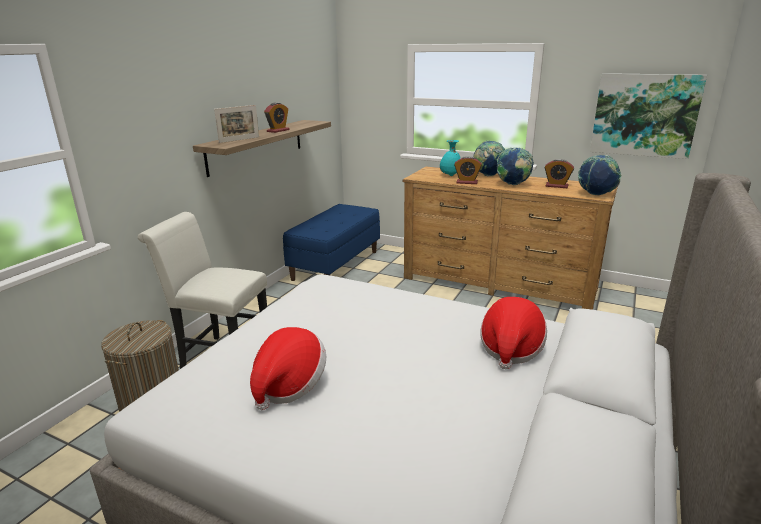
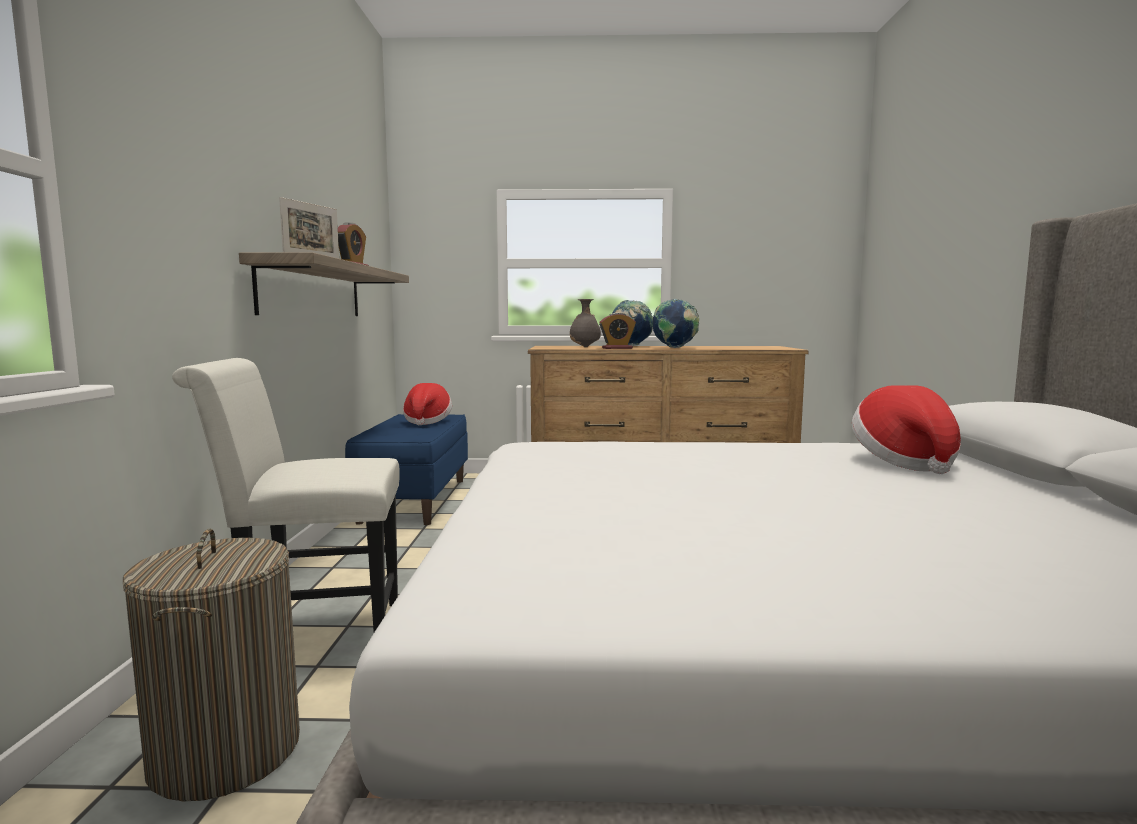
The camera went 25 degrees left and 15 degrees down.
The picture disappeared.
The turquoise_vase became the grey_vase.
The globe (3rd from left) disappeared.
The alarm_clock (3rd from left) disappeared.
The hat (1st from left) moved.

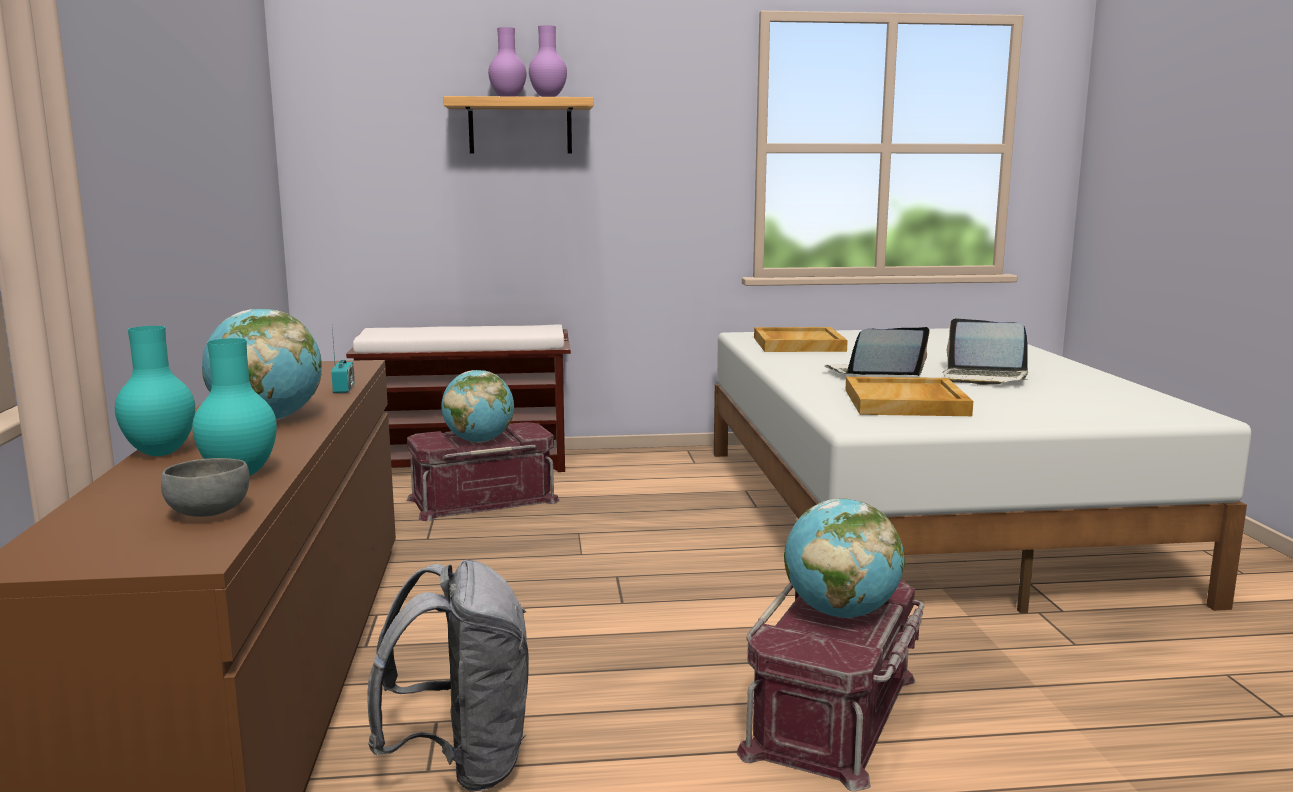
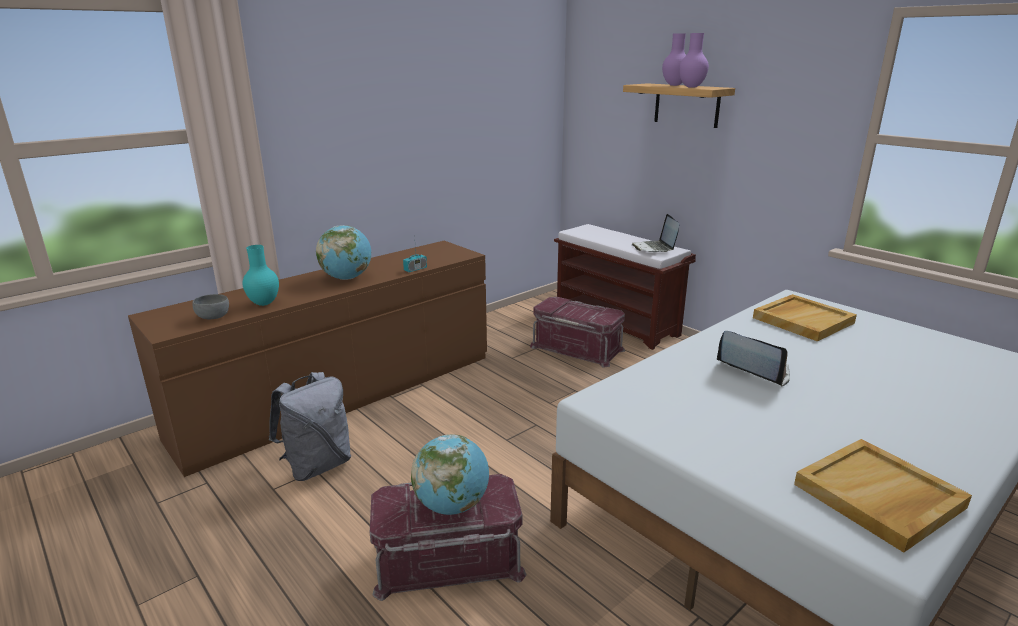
The camera went 55 degrees right and 10 degrees up.
The laptop (2nd from left in the first image) moved.
The turquoise_vase (1st from left) disappeared.
The globe (2nd from left) disappeared.
The beige_tray (2nd from left) moved.

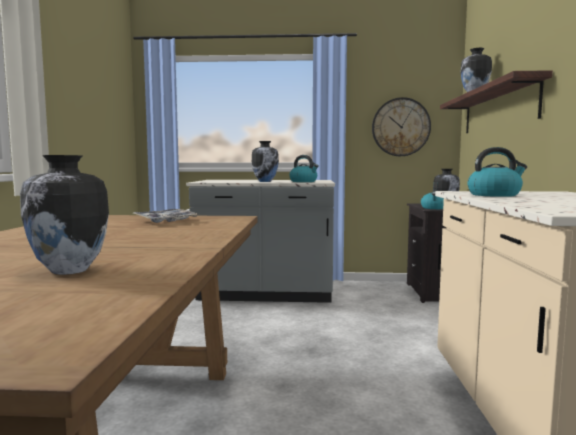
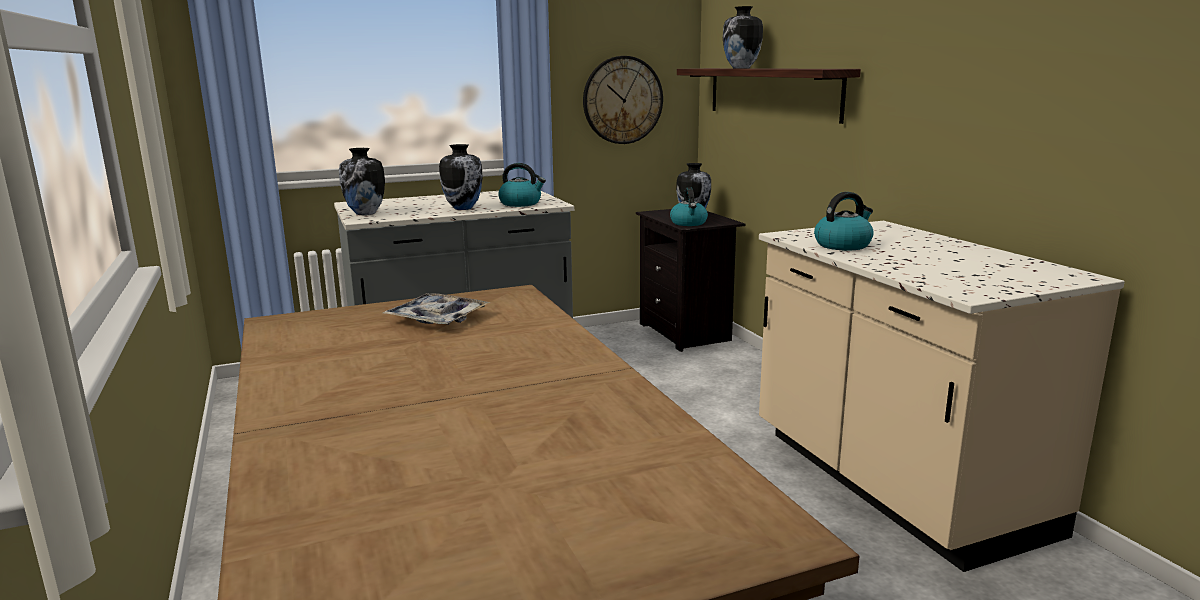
The camera went 25 degrees left and 10 degrees up.
The vase (1st from left) moved.

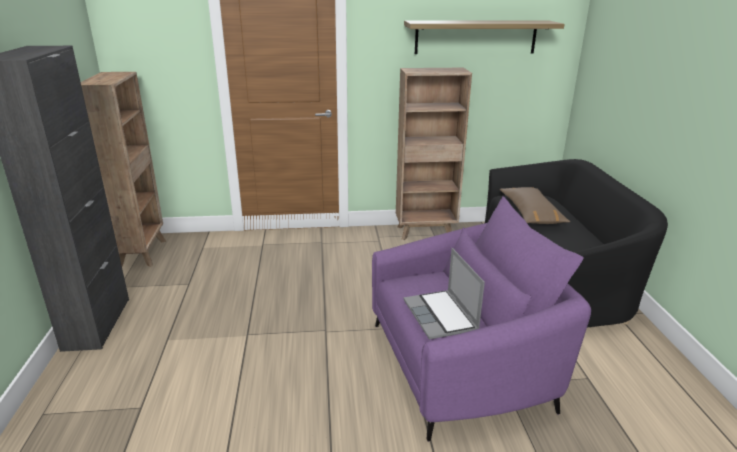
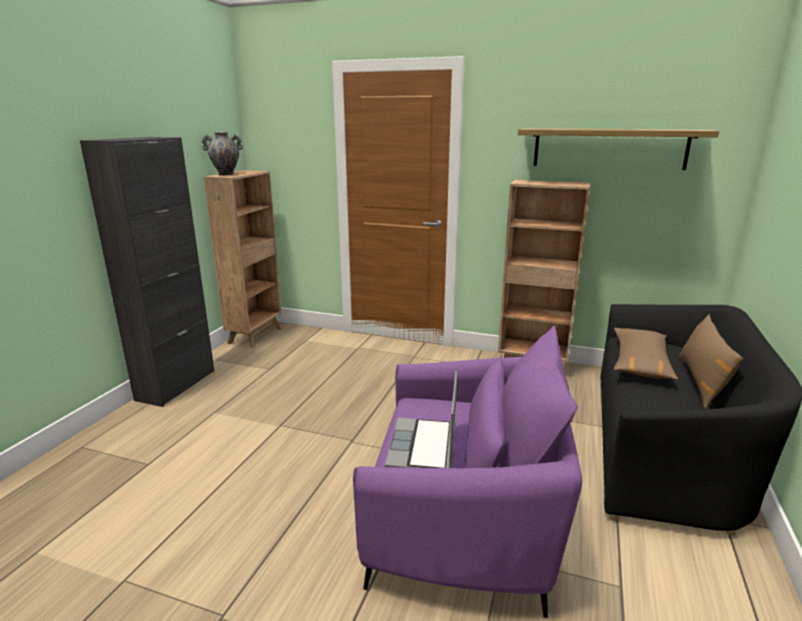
The camera went 25 degrees right and 5 degrees down.
The vase appeared.
The brown_pillow (2nd from left) appeared.

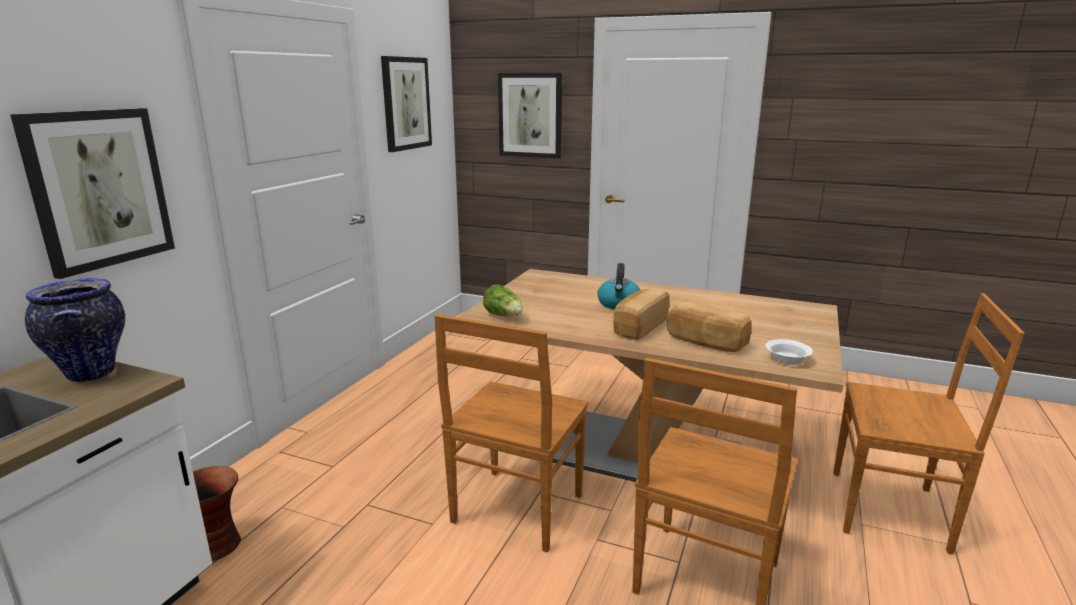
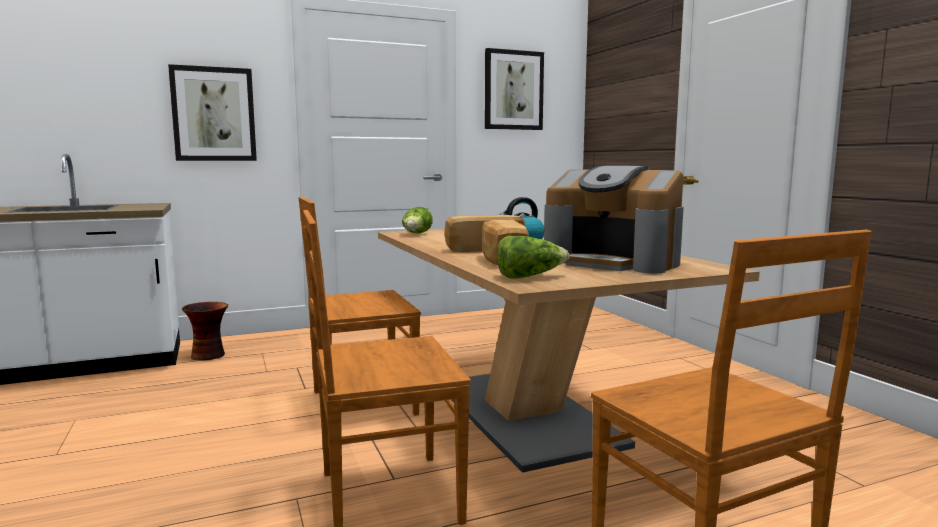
The camera went 45 degrees right and 10 degrees down.
The picture (3rd from left) disappeared.
The vase (1st from left) disappeared.
The white_bowl was replaced by the lettuce (2nd from left).
The coffee_machine appeared.

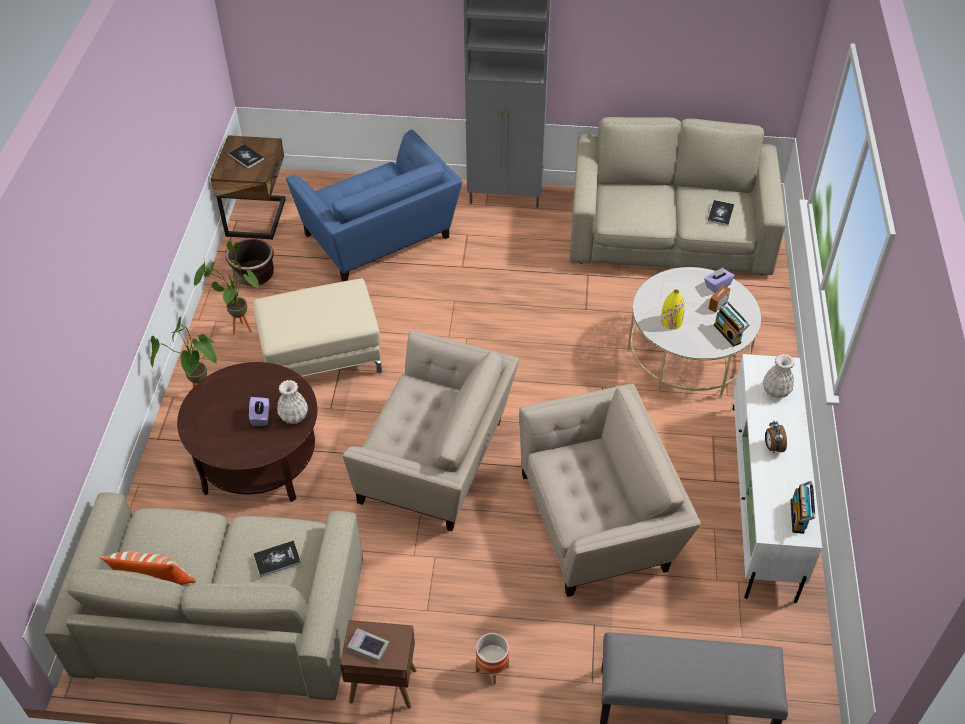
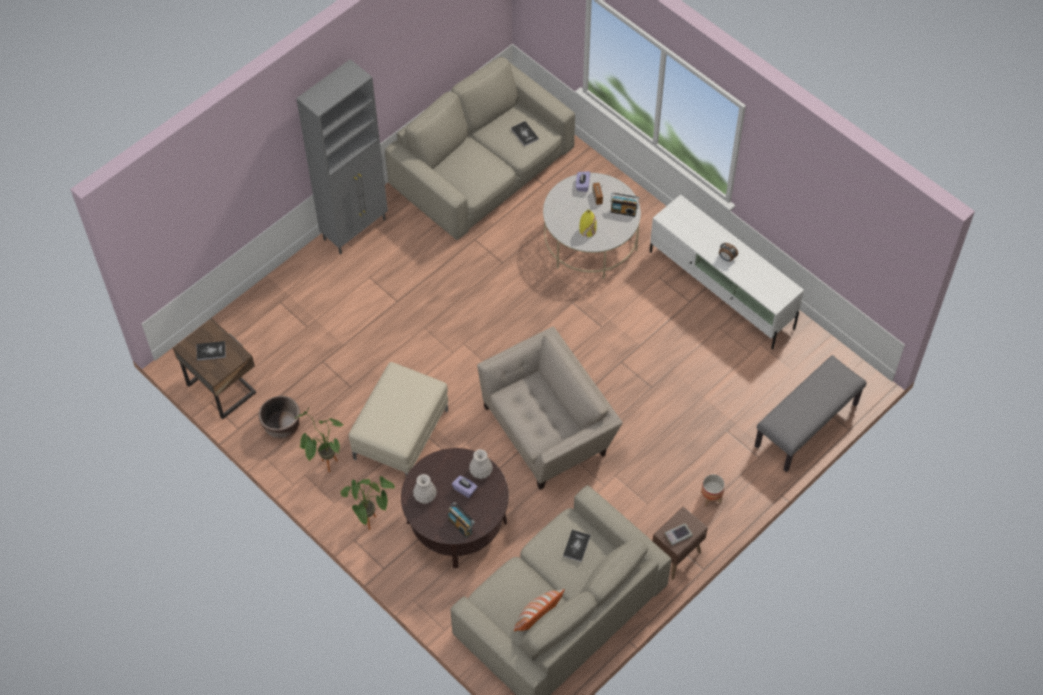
The camera went 50 degrees left and 10 degrees up.
The blue_armchair disappeared.
The white_vase (2nd from left in the first image) moved.
The beige_armchair (2nd from left) disappeared.
The radio (3rd from left in the first image) moved.

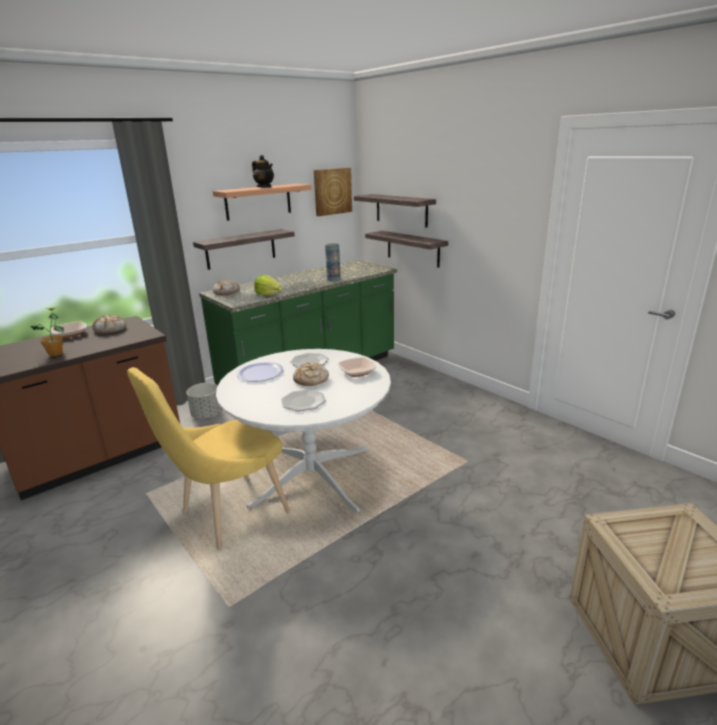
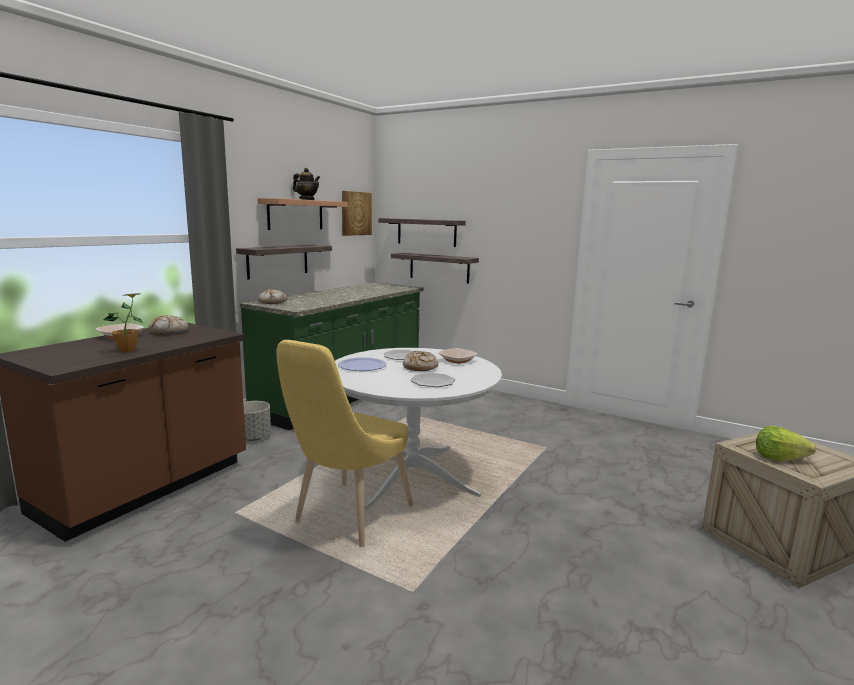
The camera went 20 degrees left and 10 degrees down.
The vase disappeared.
The lettuce moved.

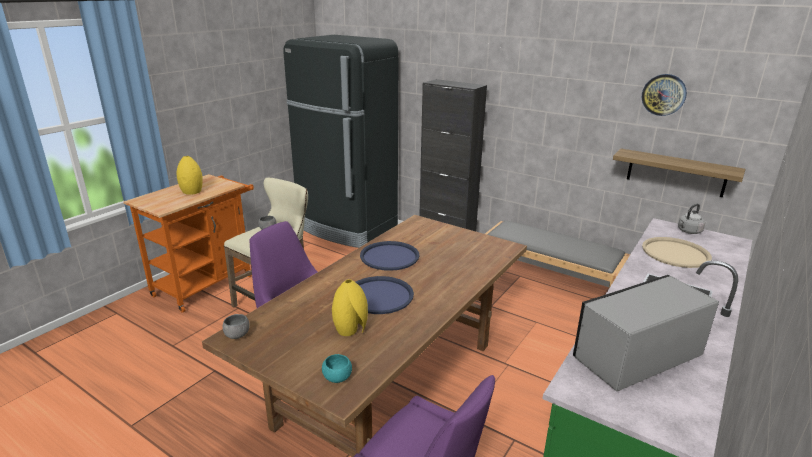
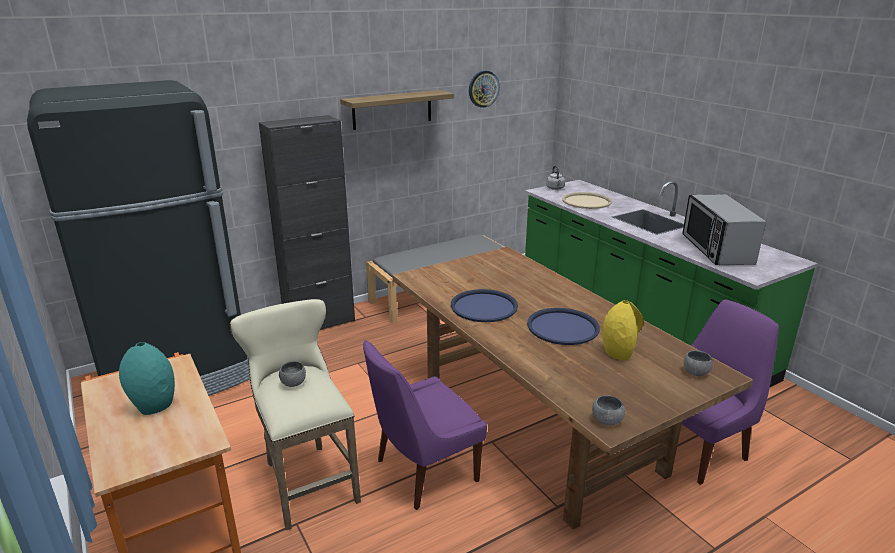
The camera went 65 degrees left and 0 degrees up.
The shelf moved.
The yellow_vase (1st from left) became the turquoise_vase.
The turquoise_bowl became the grey_bowl (3rd from left).

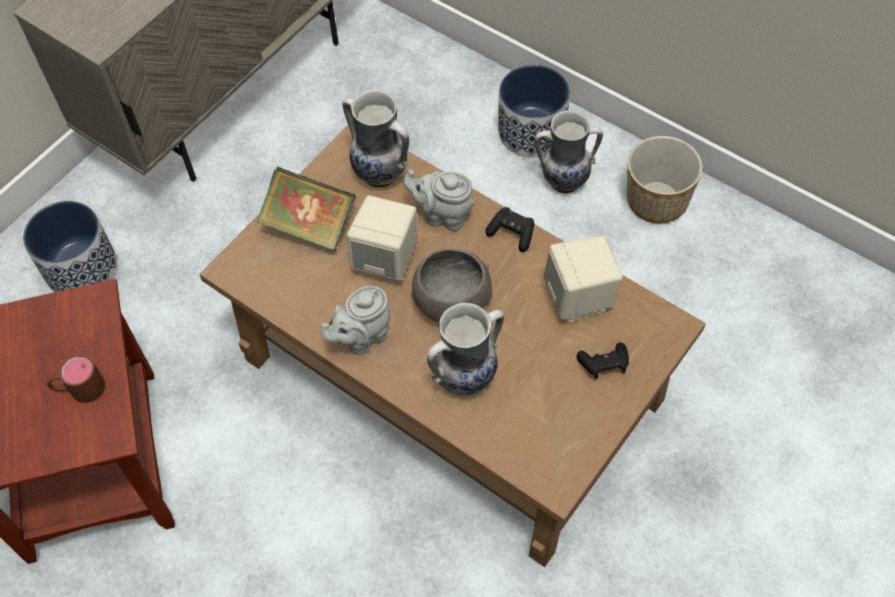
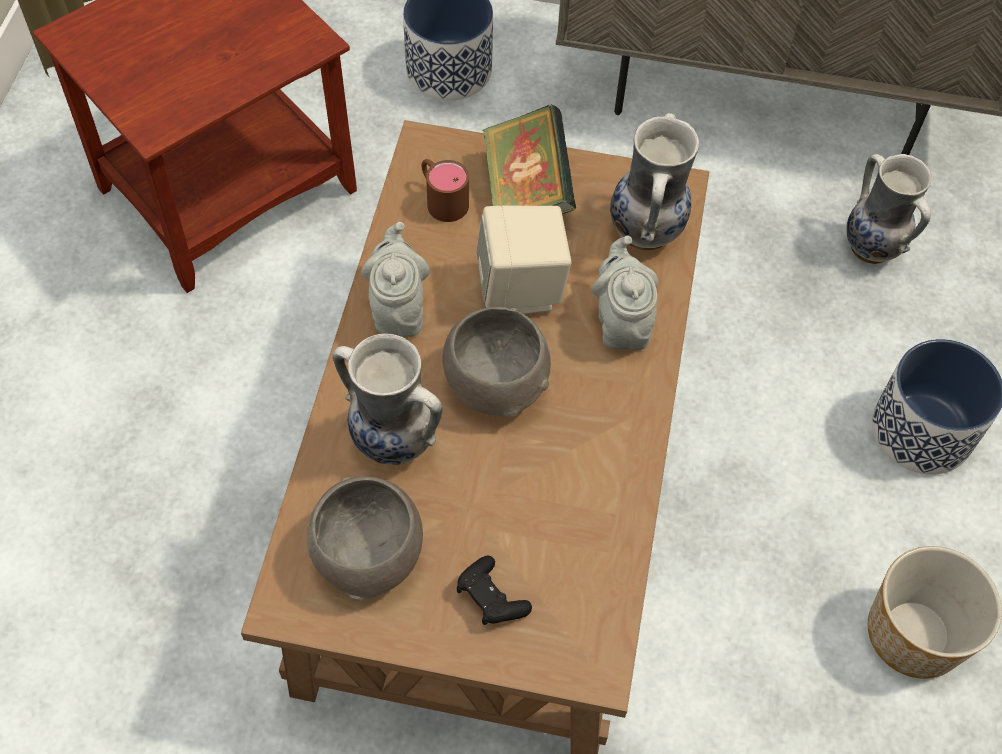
The camera went 60 degrees right and 0 degrees up.
The vase (3rd from left) moved.
The black_game_controller (1st from left) disappeared.
The beige_speaker (2nd from left) disappeared.
The grey_teapot (1st from left) turned 60 degrees clockwise.
The brown_mug moved.
The grey_bowl (1st from left) appeared.

